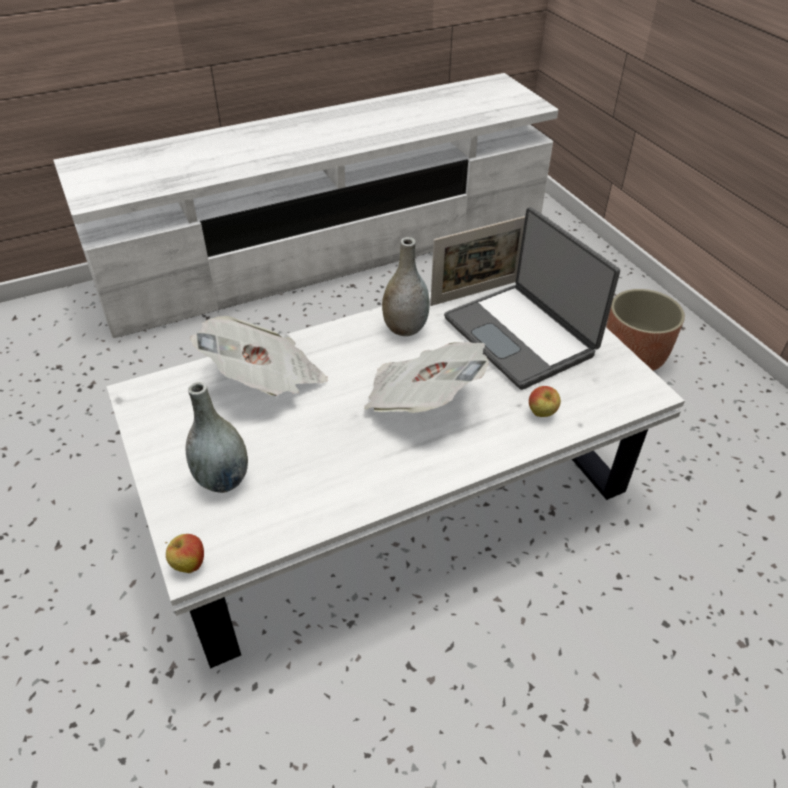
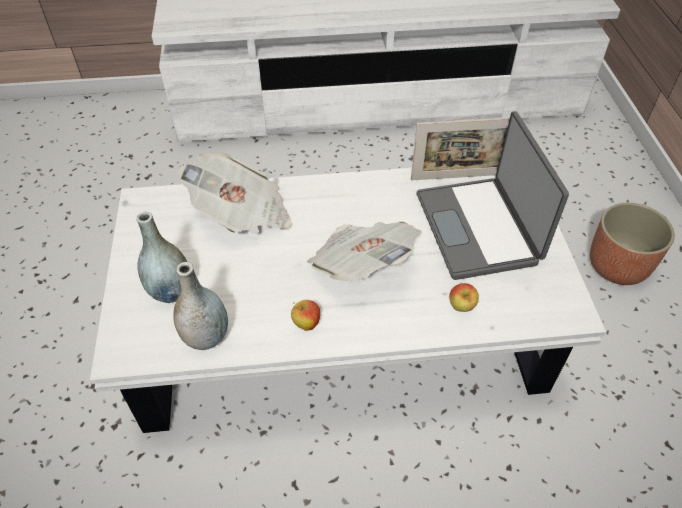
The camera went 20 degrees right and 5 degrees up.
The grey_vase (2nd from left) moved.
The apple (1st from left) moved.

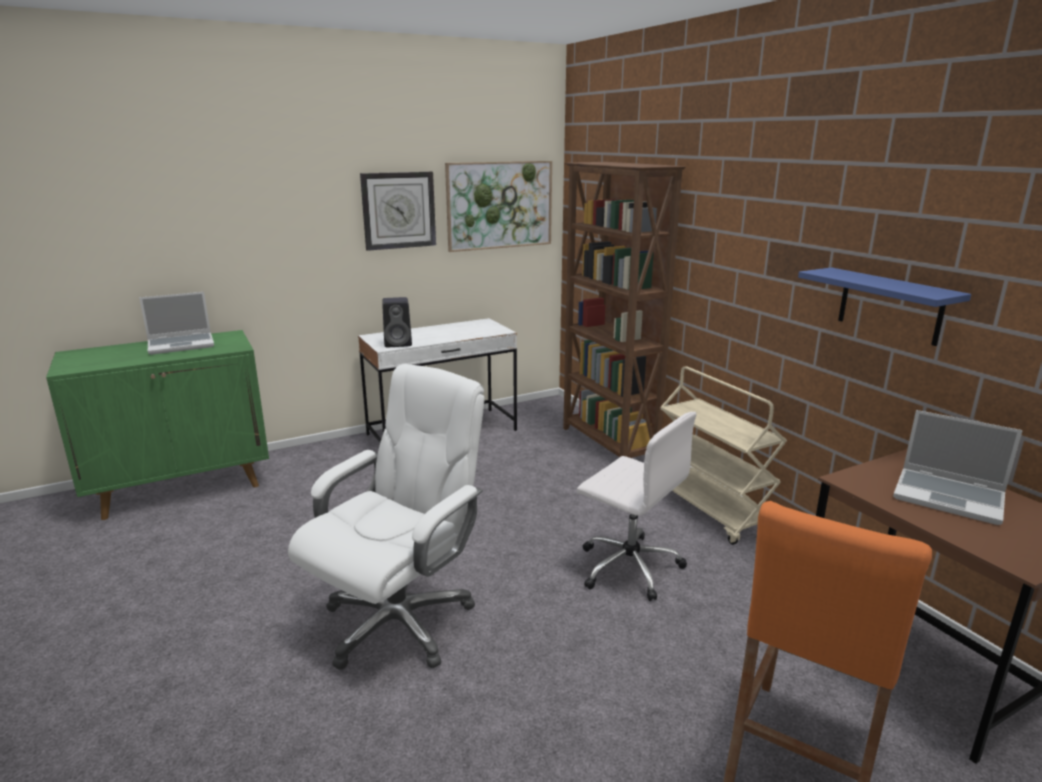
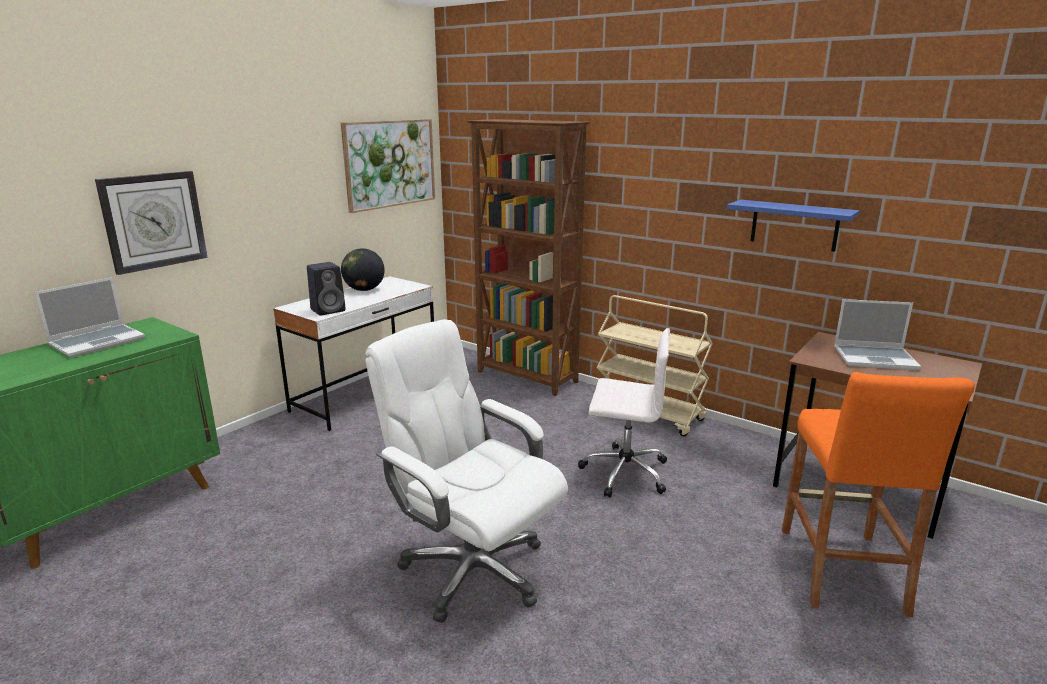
The camera went 25 degrees left and 0 degrees up.
The wall_clock moved.
The white_office_chair (1st from left) turned 60 degrees counterclockwise.
The globe appeared.

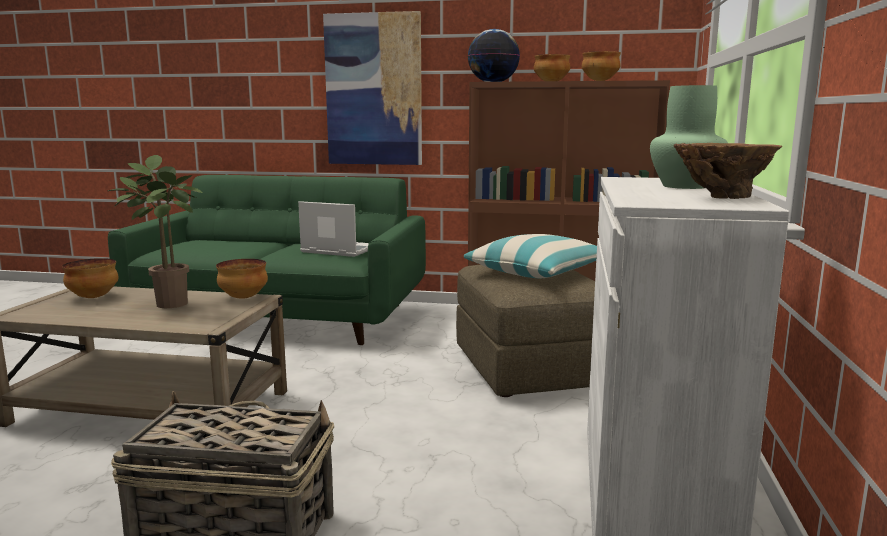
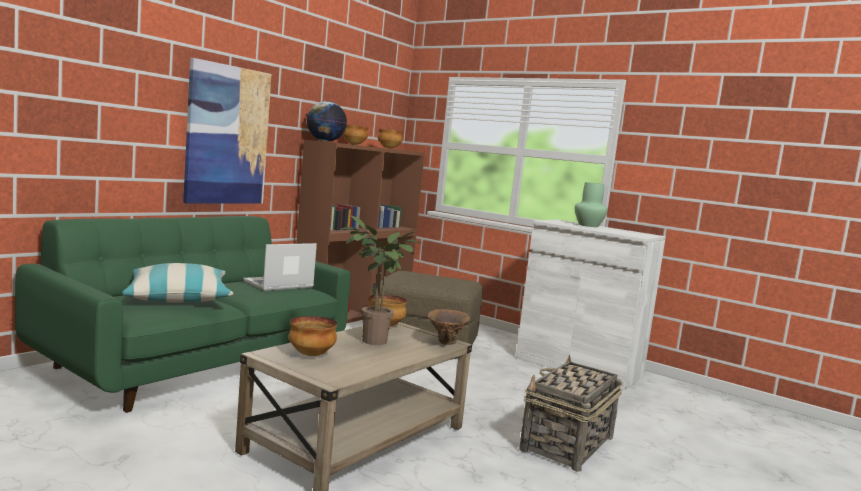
The camera went 65 degrees left and 5 degrees down.
The brown_vase moved.
The pillow moved.

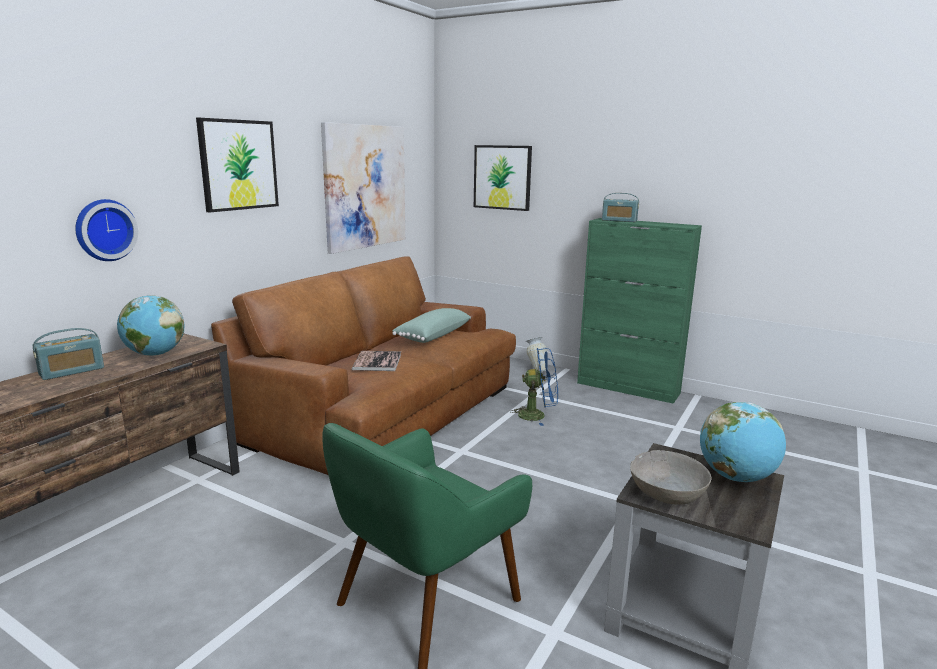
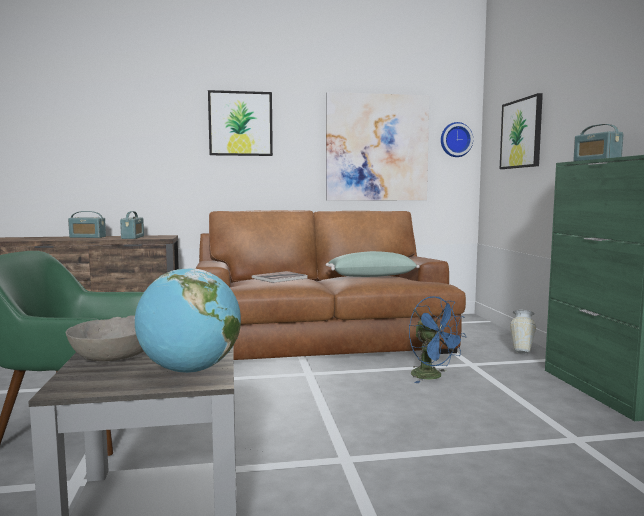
The camera went 50 degrees right and 10 degrees down.
The wall_clock moved.
The globe (1st from left) was replaced by the radio (2nd from left).

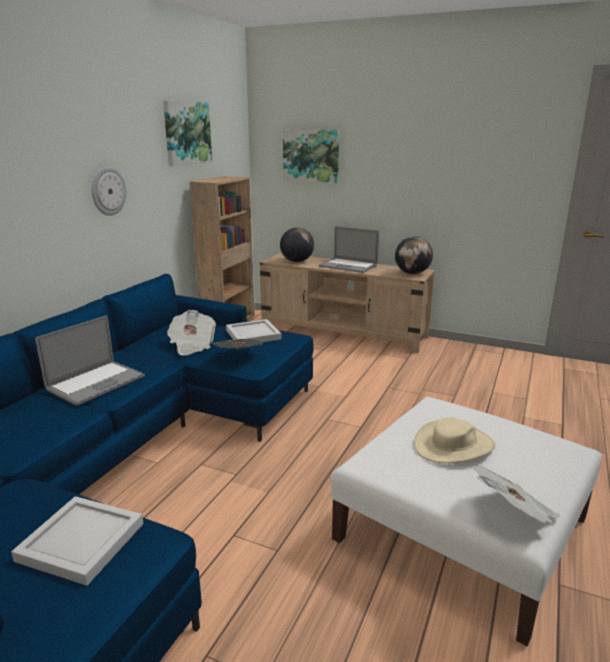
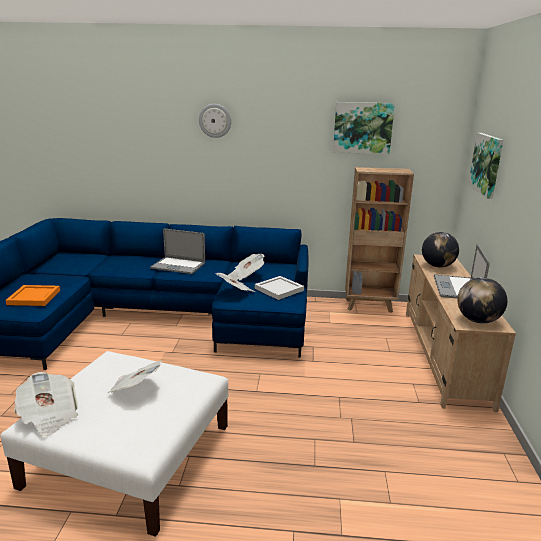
The camera went 70 degrees right and 0 degrees up.
The wall_clock moved.
The beige_hat was replaced by the newspaper (2nd from left).
The white_tray (1st from left) became the orange_tray.

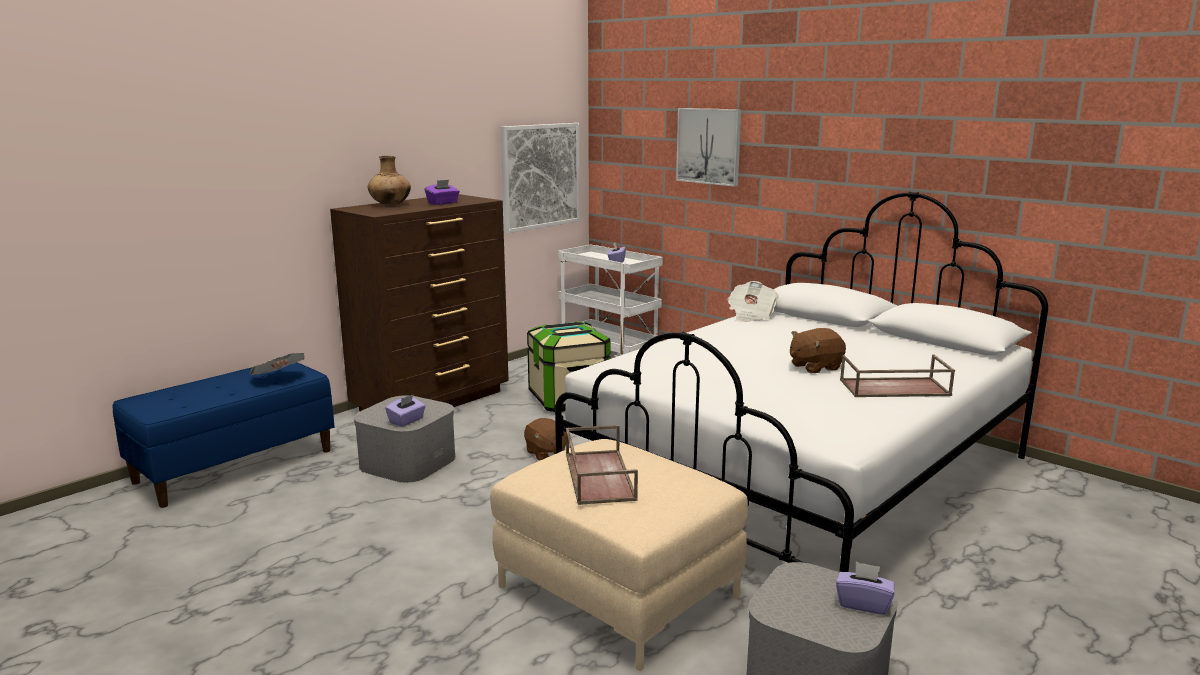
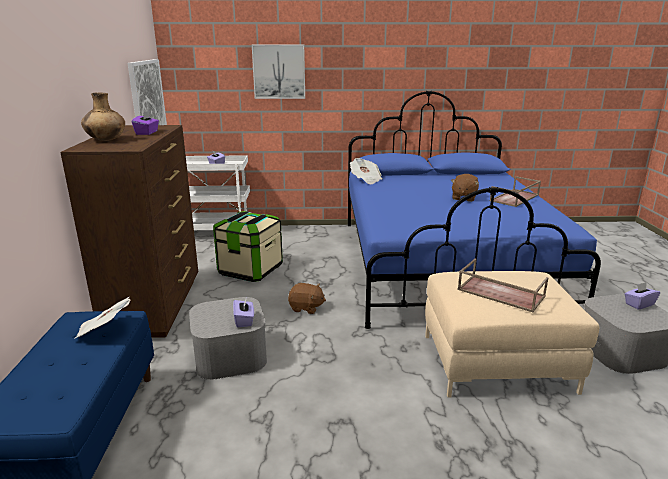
The camera went 45 degrees left and 5 degrees up.
The white_bed became the blue_bed.

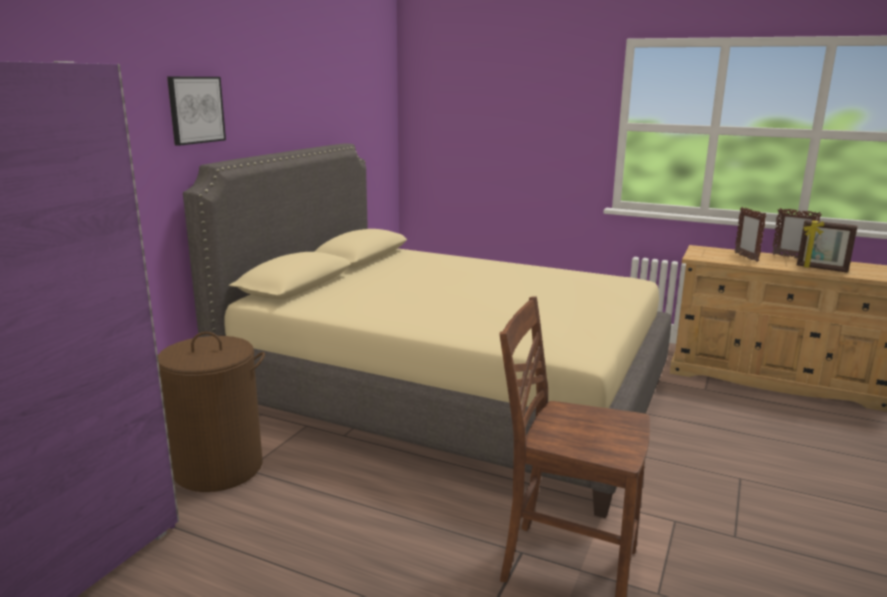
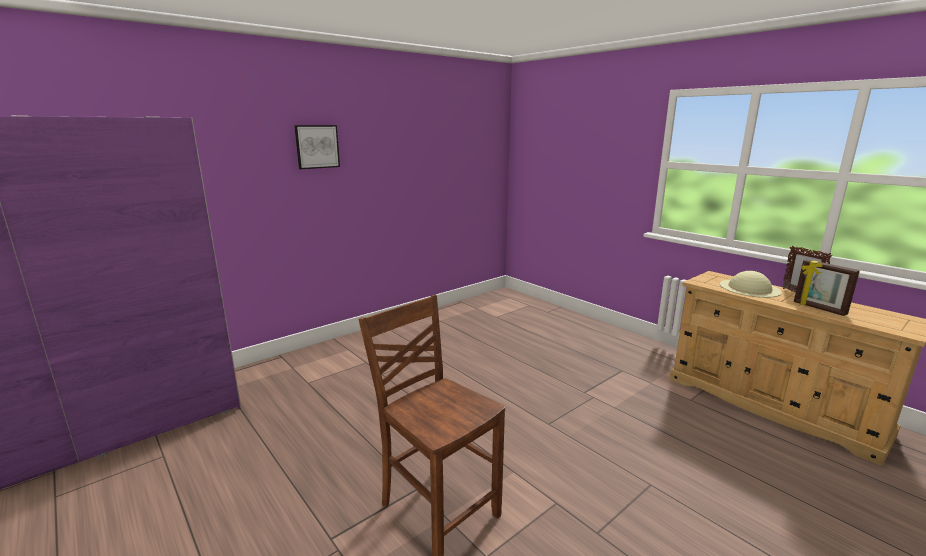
The camera went 25 degrees right and 0 degrees up.
The beige_bed disappeared.
The picture_frame (1st from left) was replaced by the beige_hat.
The brown_laundry_basket disappeared.

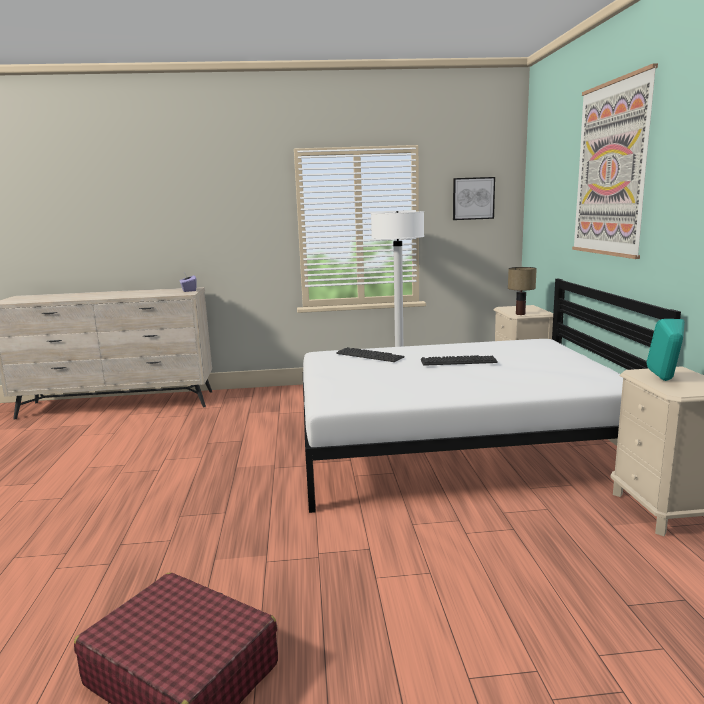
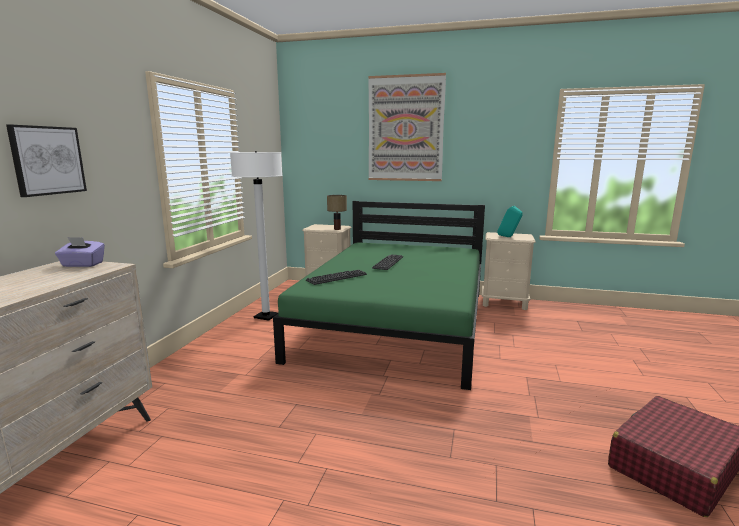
The camera went 70 degrees left and 0 degrees up.
The picture (1st from left) moved.
The white_bed became the green_bed.

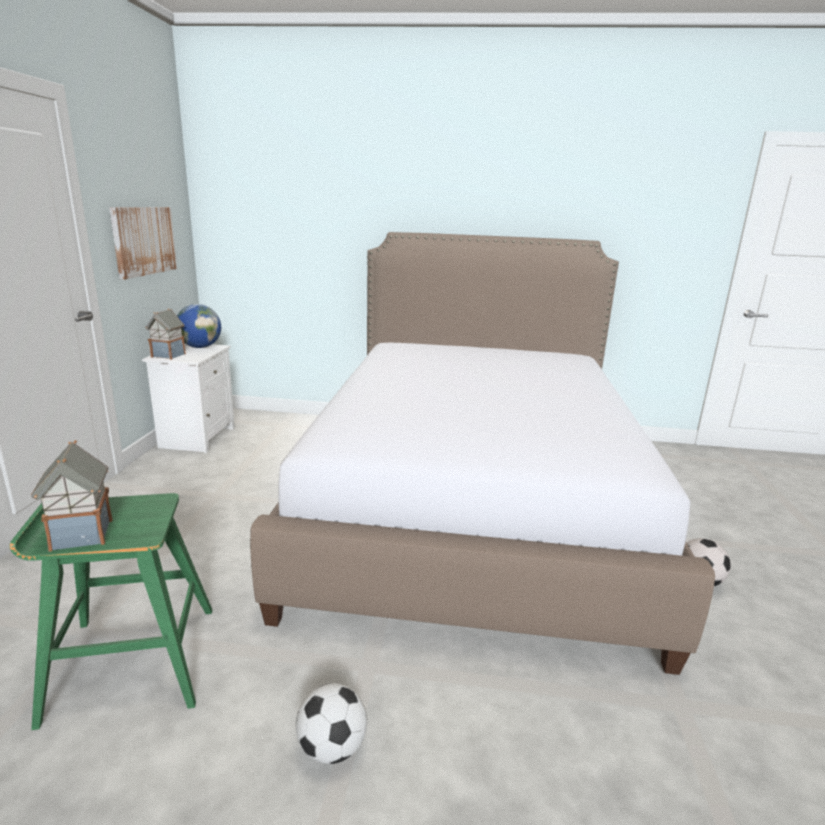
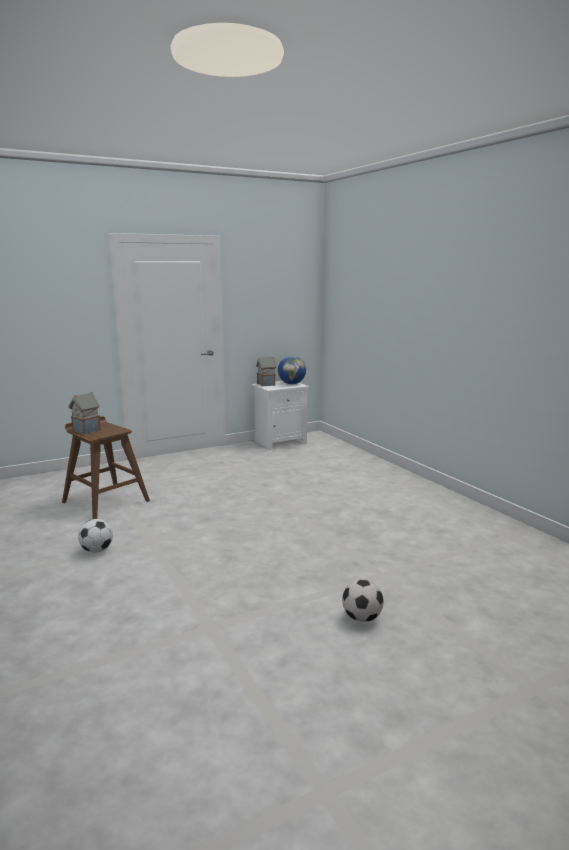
The camera went 55 degrees right and 5 degrees down.
The picture disappeared.
The bed disappeared.
The green_stool became the brown_stool.

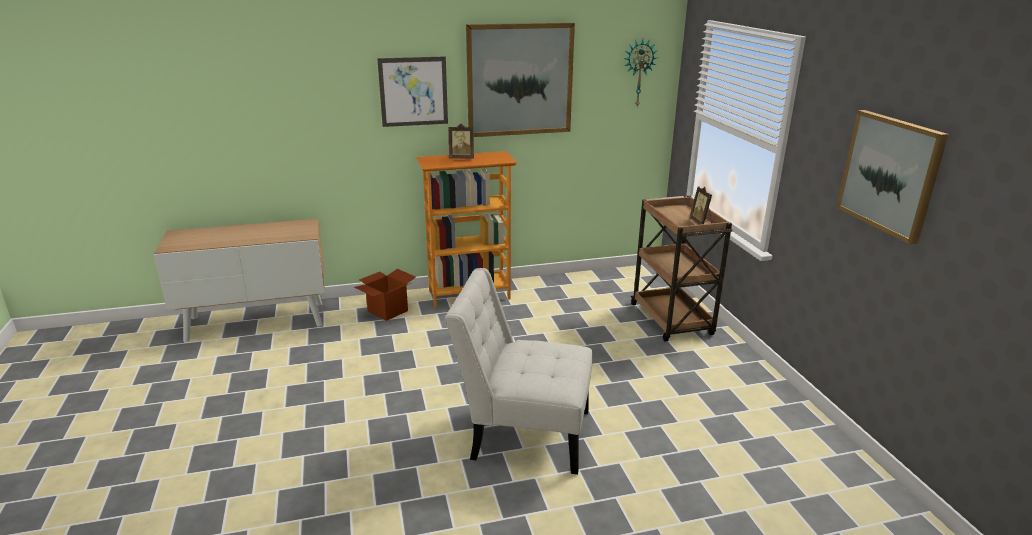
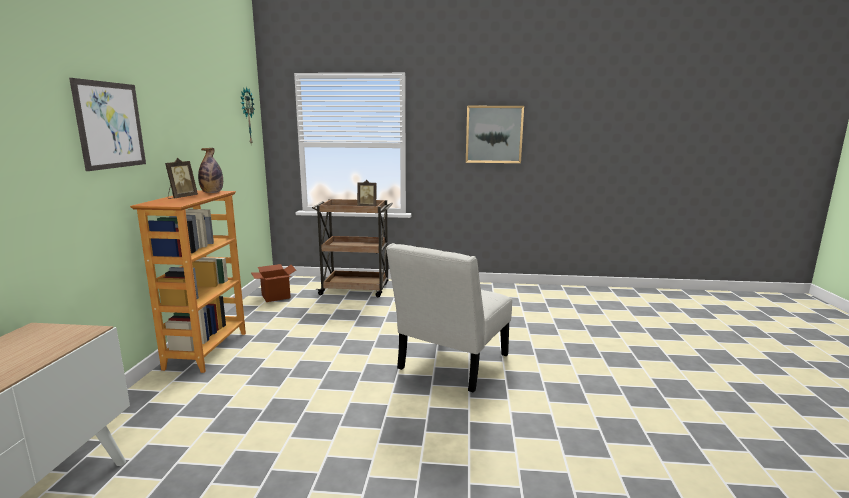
The camera went 70 degrees left and 10 degrees down.
The picture (2nd from left) disappeared.
The cardboard_box moved.
The bottle appeared.

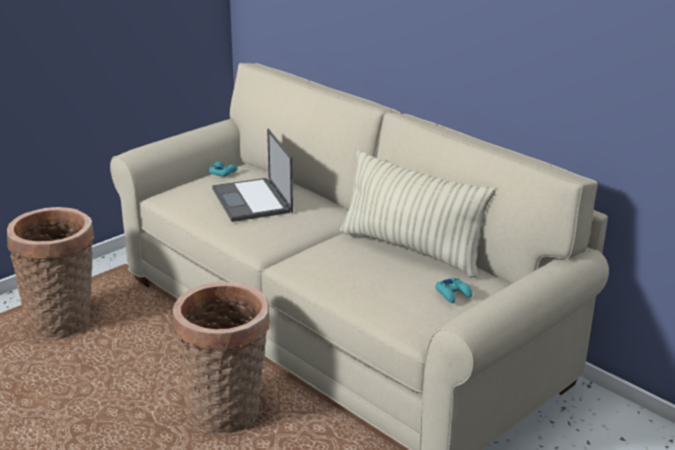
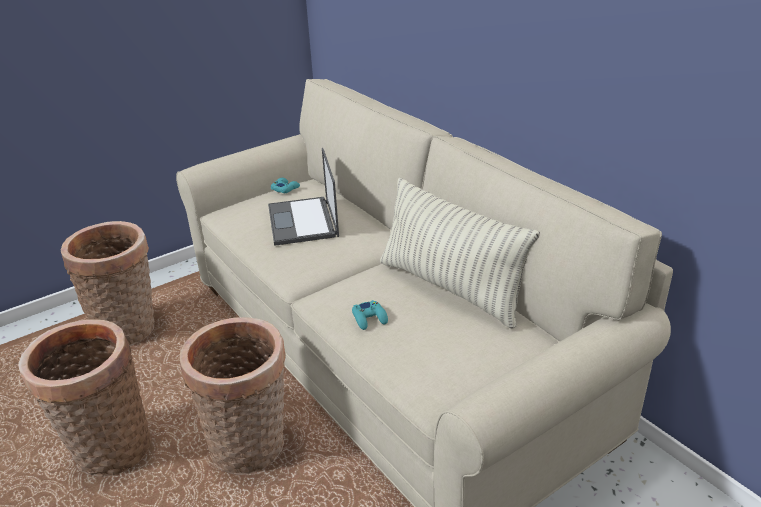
The camera went 10 degrees right and 5 degrees up.
The turquoise_game_controller (2nd from left) moved.
The basket (1st from left) appeared.

